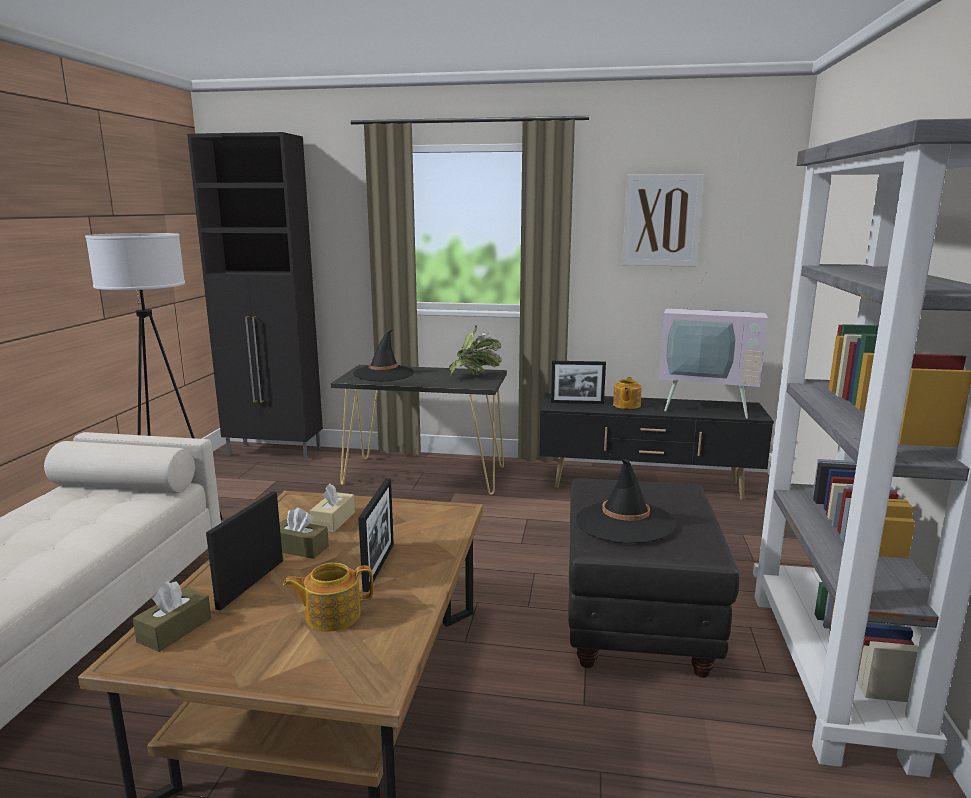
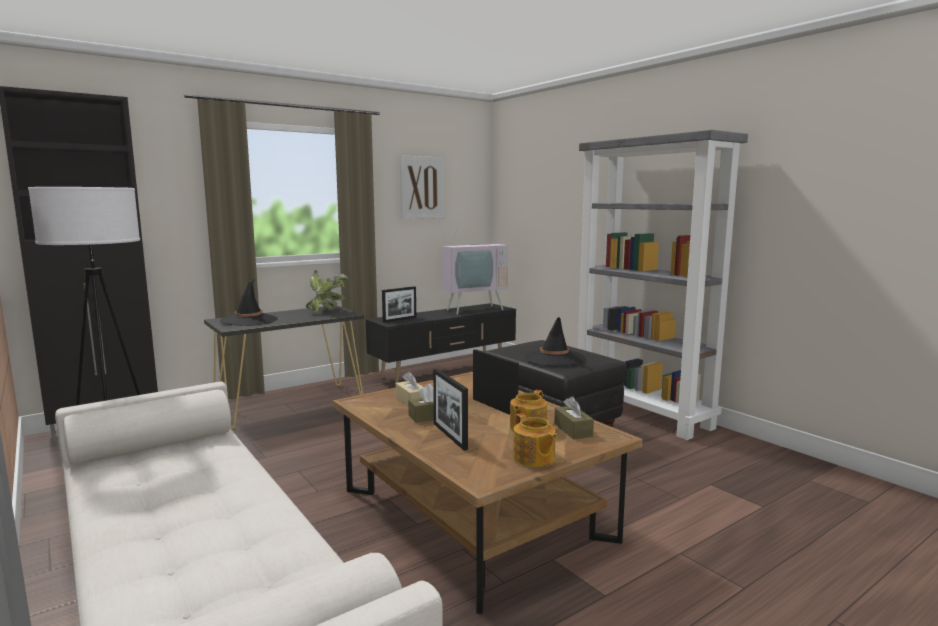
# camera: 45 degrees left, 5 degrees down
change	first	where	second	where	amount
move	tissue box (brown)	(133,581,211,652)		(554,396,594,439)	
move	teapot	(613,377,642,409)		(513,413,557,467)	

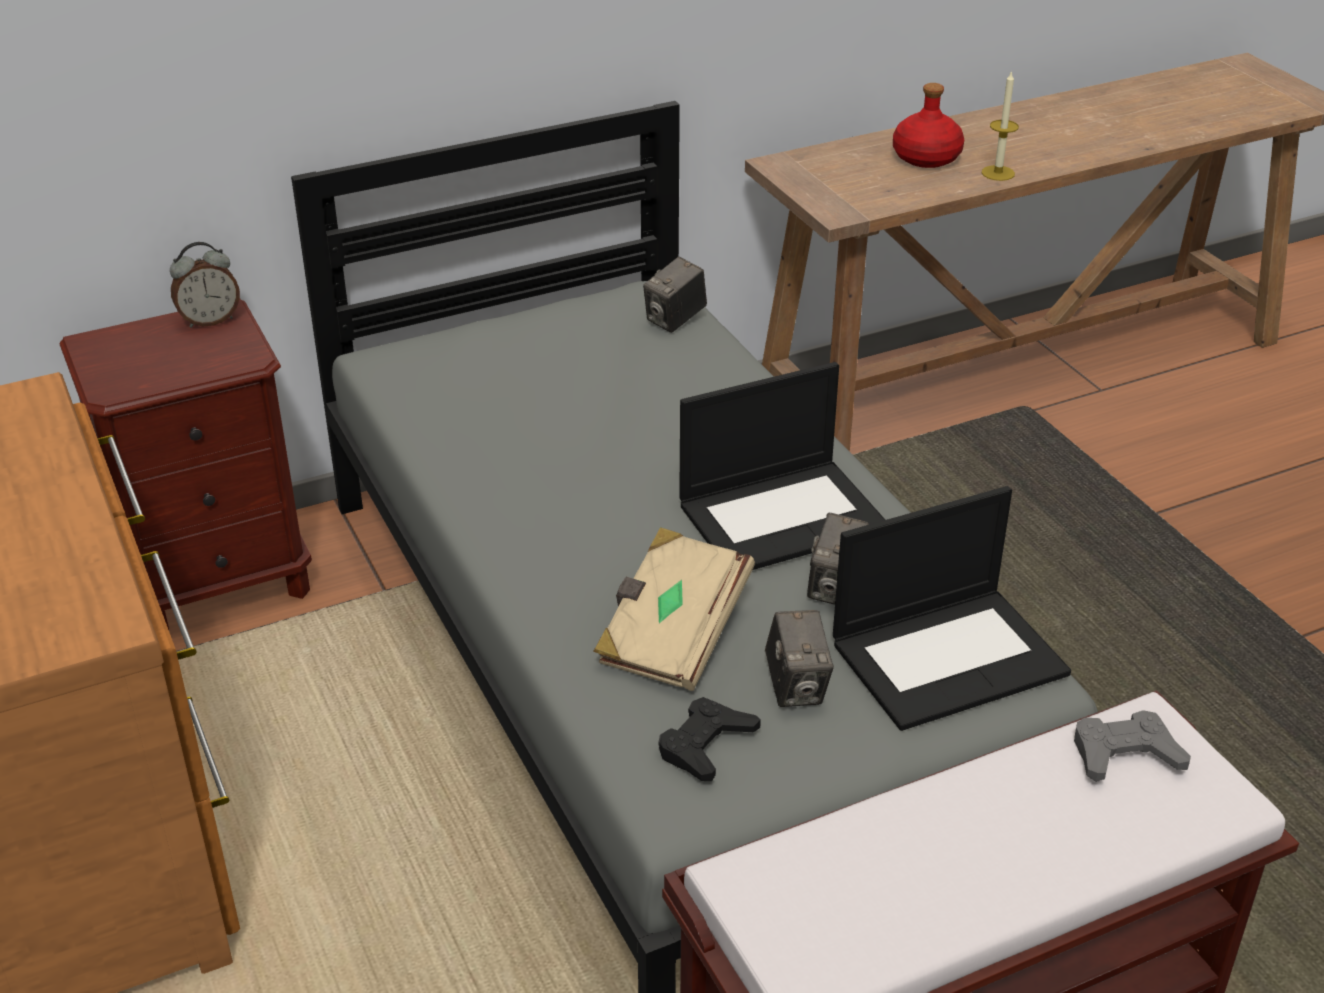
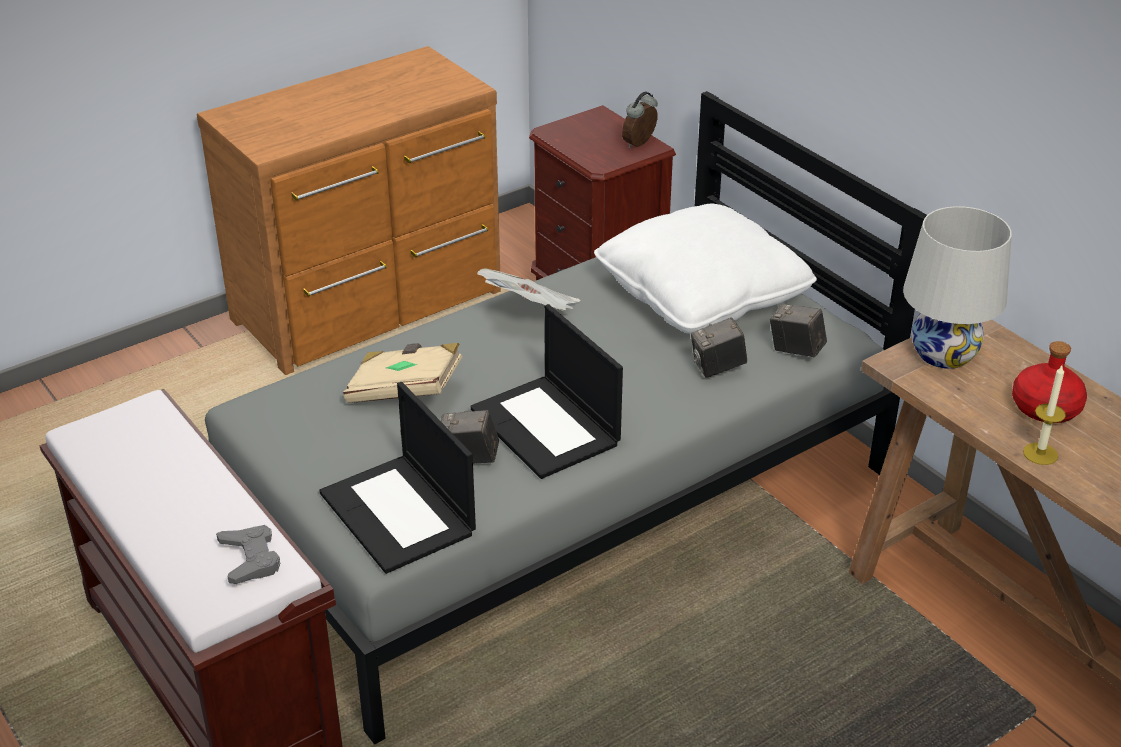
# camera: 80 degrees right, 0 degrees up
change	first	where	second	where	amount
rotate	alarm clock	(170,242,240,328)		(622,92,658,148)	75 degrees clockwise
delete	game controller (black)	(658,697,761,781)			
move	still camera	(765,610,834,707)		(691,317,747,378)	
insert			newspaper	(477,268,580,311)	
insert			pillow (white-coloured)	(594,204,817,334)	
insert			table lamp (white-coloured)	(903,206,1012,369)	

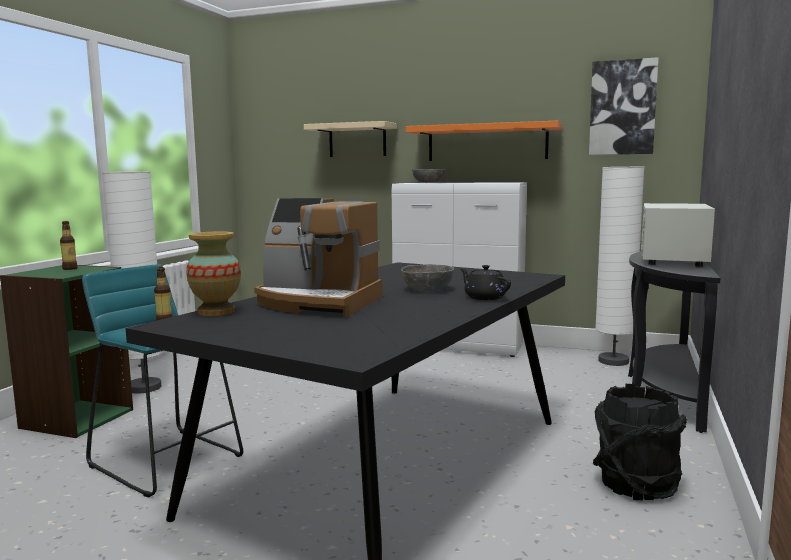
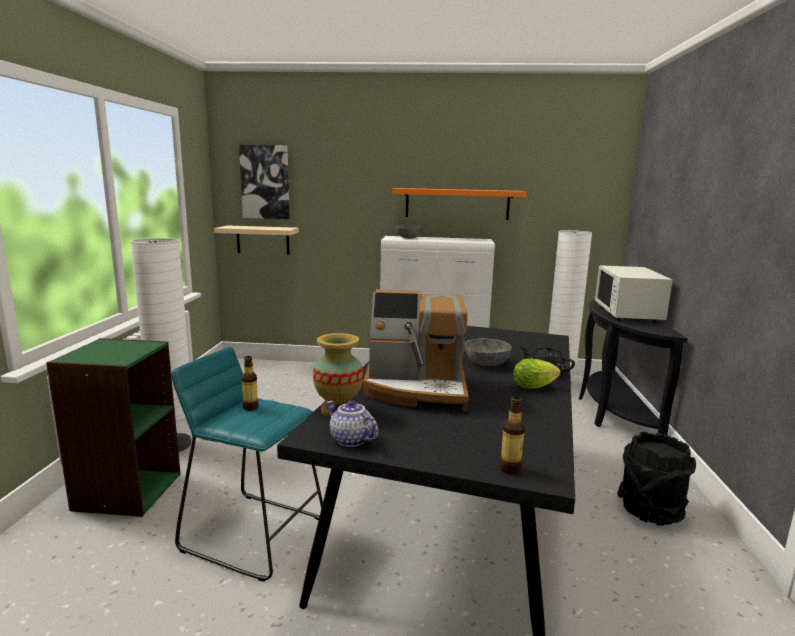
# camera: 15 degrees left, 5 degrees up
change	first	where	second	where	amount
move	bottle	(60,221,77,270)		(500,396,525,474)	
move	shelf (beige)	(304,121,397,157)		(214,226,299,255)	
move	wall picture	(589,57,659,155)		(239,145,290,219)	
insert			teapot	(327,400,378,447)	
insert			lettuce	(513,359,561,389)	

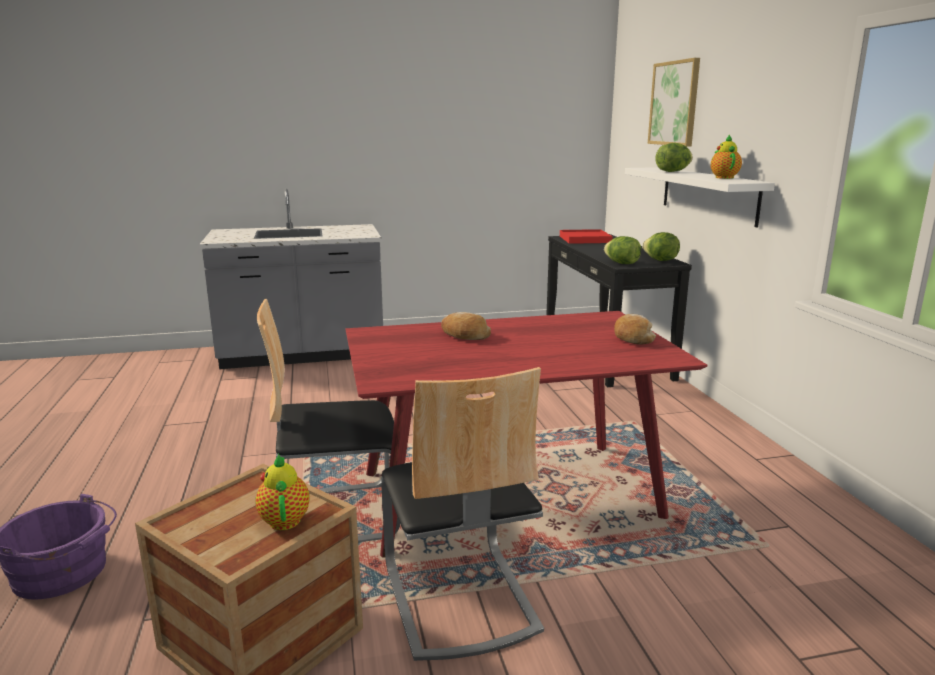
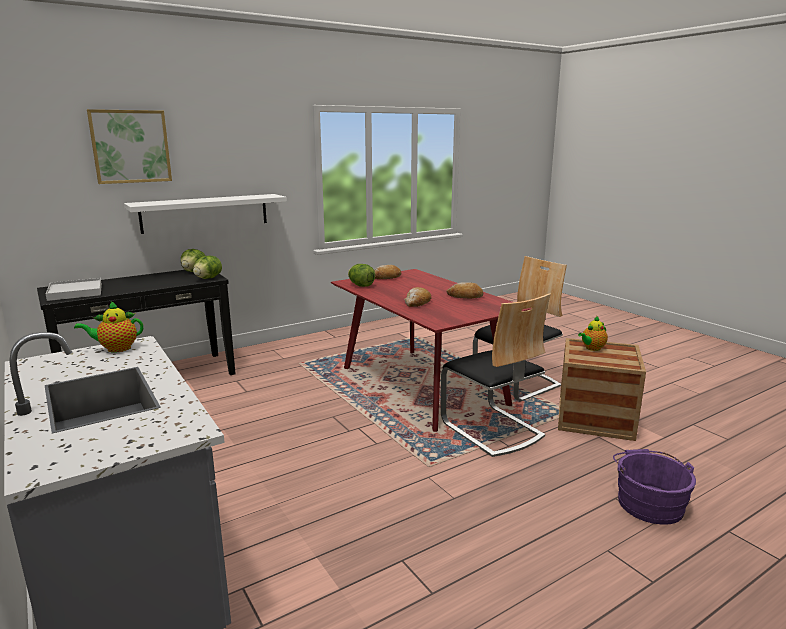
# camera: 110 degrees left, 0 degrees up
change	first	where	second	where	amount
recolor	carrying tray (red-coloured)	(560,229,613,244)	carrying tray (white-coloured)	(46,278,102,301)	
move	lettuce	(655,143,693,172)		(348,264,375,287)	
move	teapot	(711,135,742,179)		(74,301,143,352)	
insert			baked bread	(446,282,483,299)	

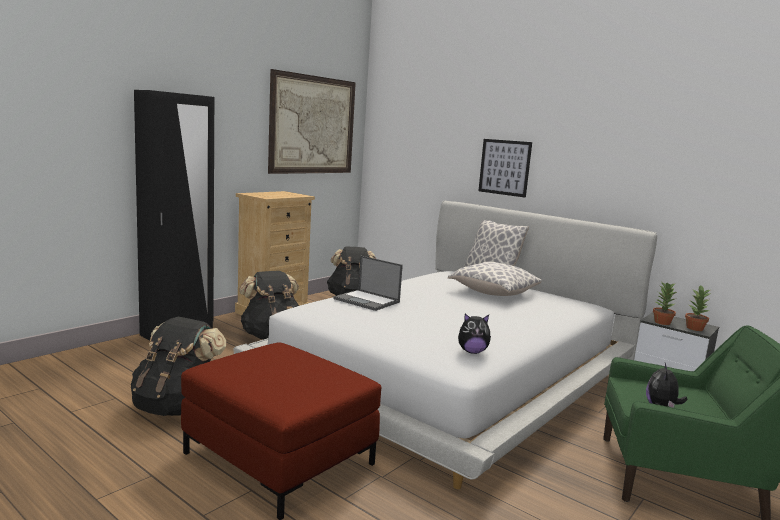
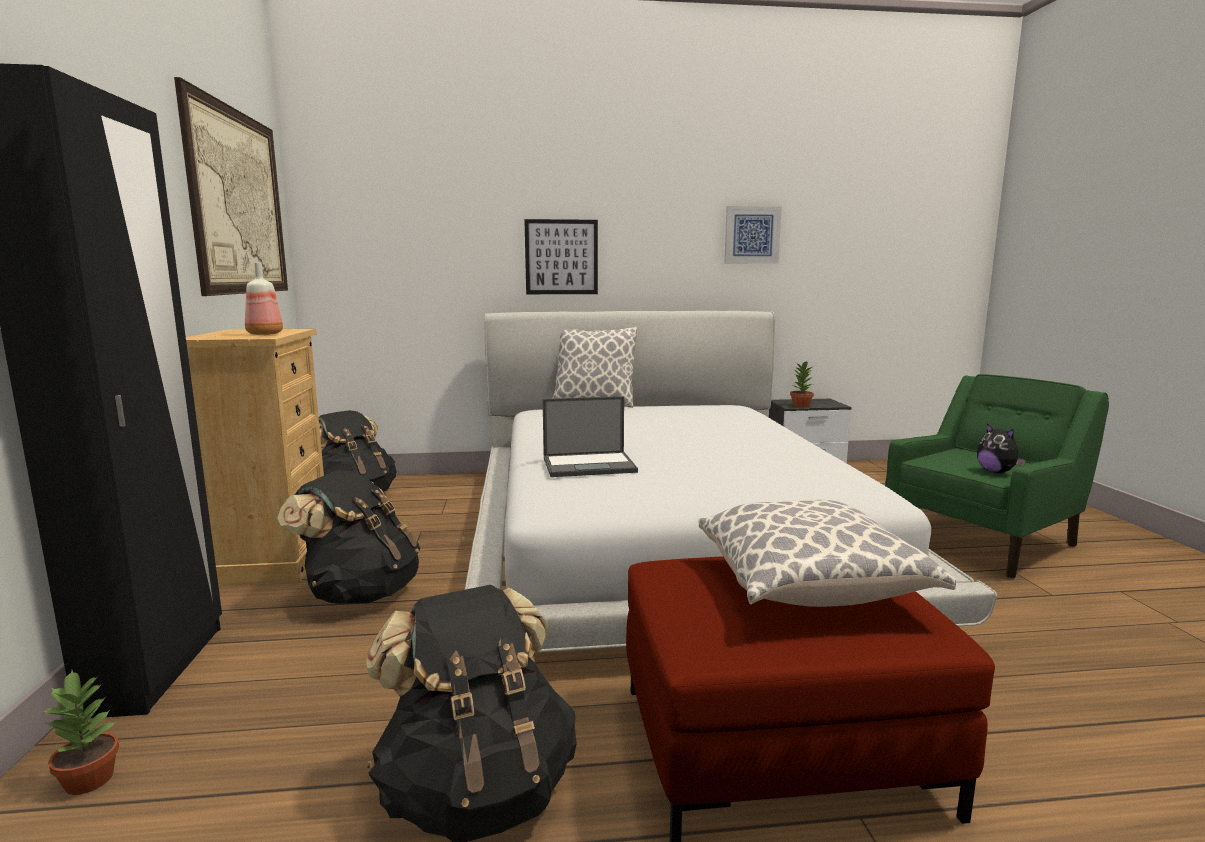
# camera: 45 degrees left, 0 degrees up
change	first	where	second	where	amount
move	pillow	(448,261,541,296)		(699,500,956,607)	
delete	cuddly toy	(458,313,491,354)			
move	houseplant	(685,286,711,331)		(40,670,119,795)	
insert			bottle	(245,262,283,335)	
insert			wall picture	(724,206,782,263)	

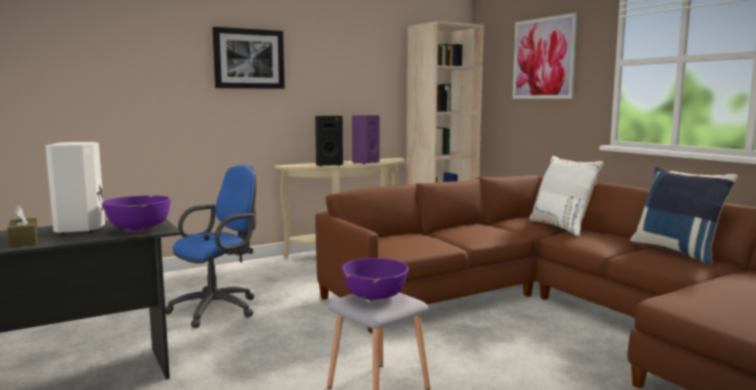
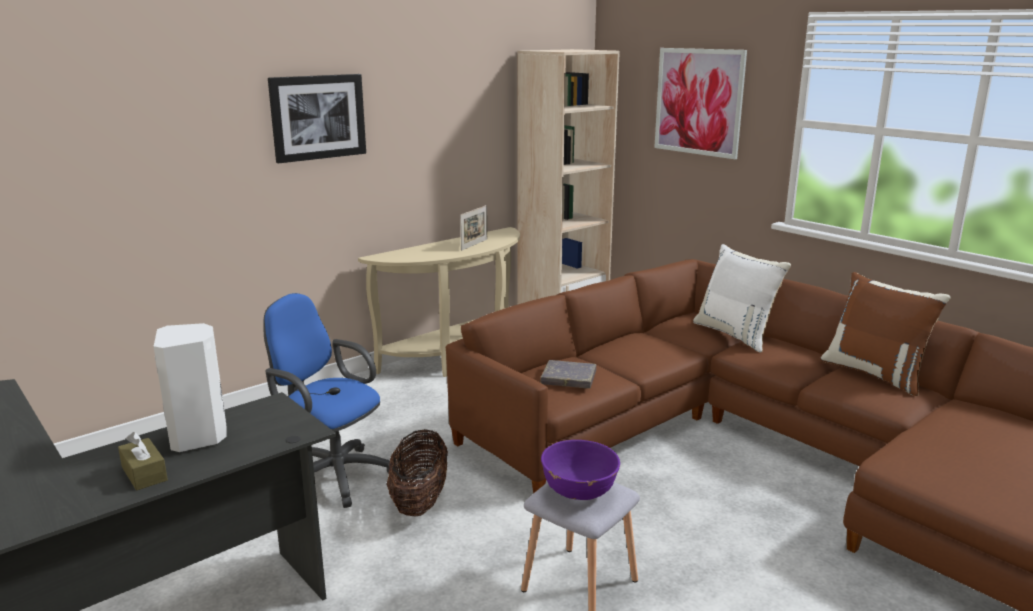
# camera: 10 degrees left, 10 degrees up
change	first	where	second	where	amount
delete	serving bowl (purple)	(102,195,171,232)			
rotate	desk chair (bluish)	(165,165,257,328)		(263,293,395,508)	90 degrees counterclockwise
delete	speaker (black)	(315,116,343,167)			
replace	speaker (purple)	(352,115,379,164)	photo frame	(460,205,487,251)	
recolor	pillow (bluish)	(630,167,738,265)	pillow (brown)	(820,272,951,396)	
insert			household basket	(386,429,448,516)	
insert			book (gray)	(540,360,596,389)	

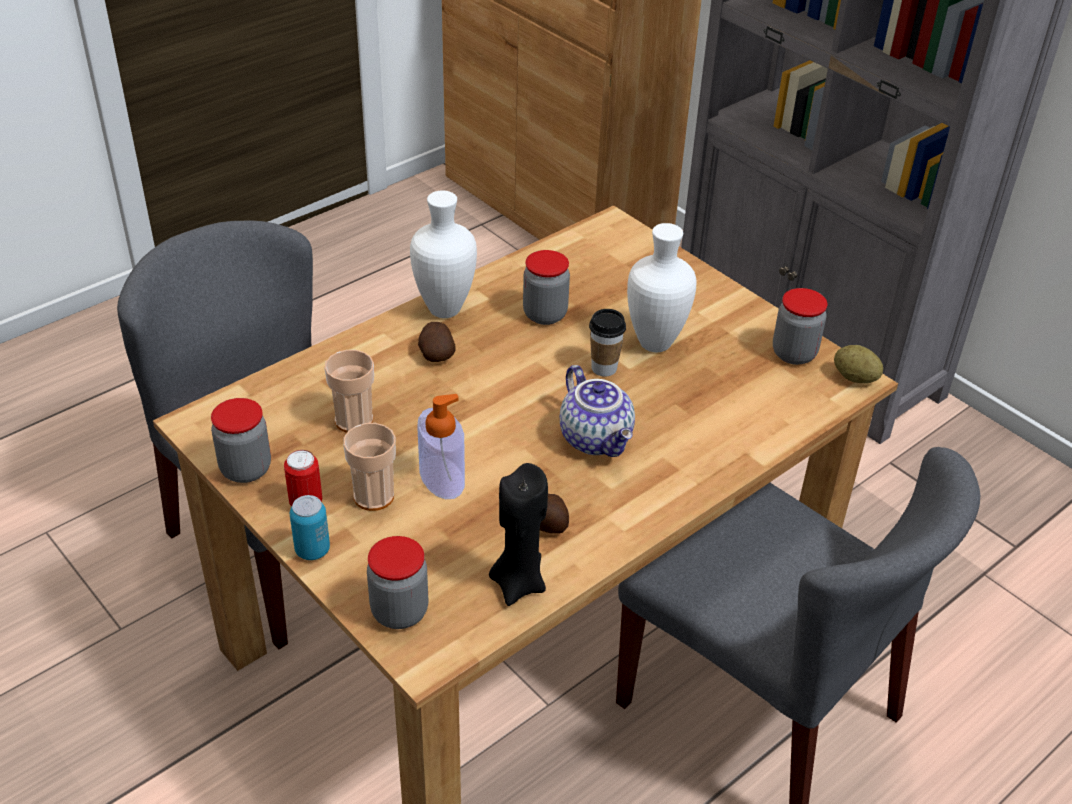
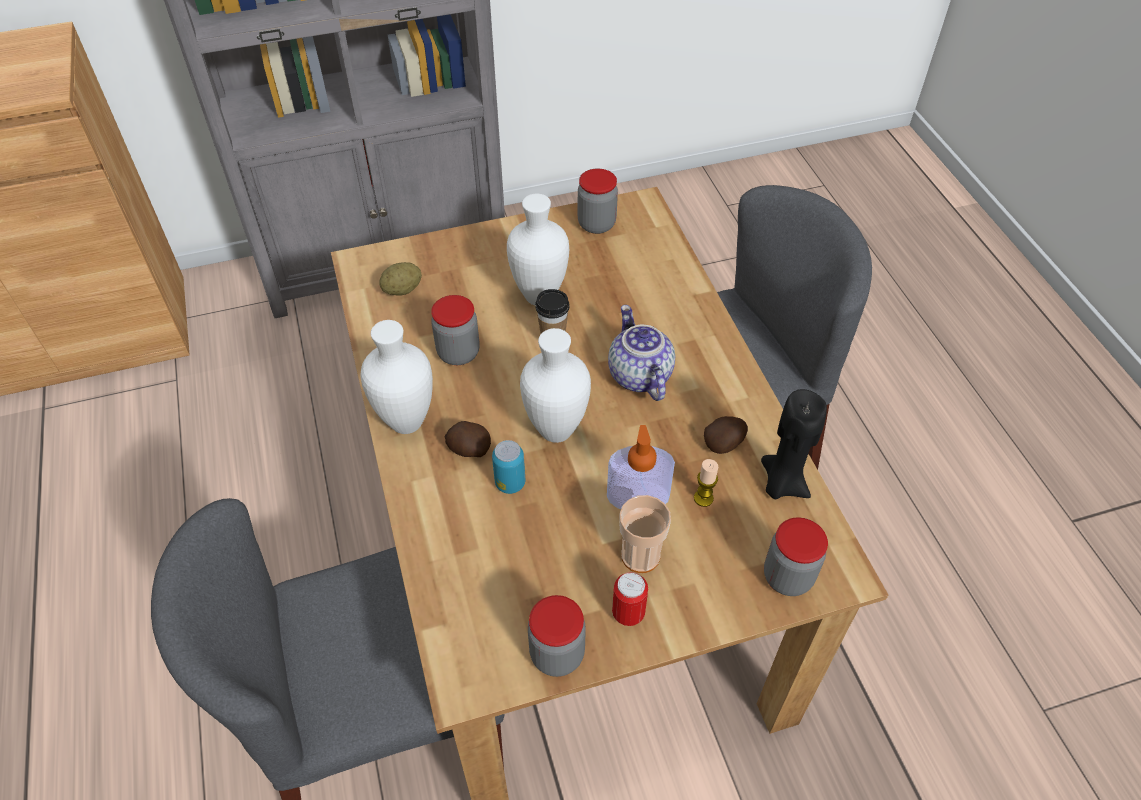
# camera: 65 degrees left, 10 degrees up
change	first	where	second	where	amount
move	sealed can	(290,495,330,560)		(492,440,525,494)	
delete	cup	(325,350,374,433)			
rotate	teapot	(560,365,635,457)		(608,305,675,401)	105 degrees counterclockwise
move	whole potato	(834,345,883,383)		(379,262,422,296)	
insert			flower vase (white-coloured)	(520,328,591,443)	
insert			wax candle	(694,459,718,507)	

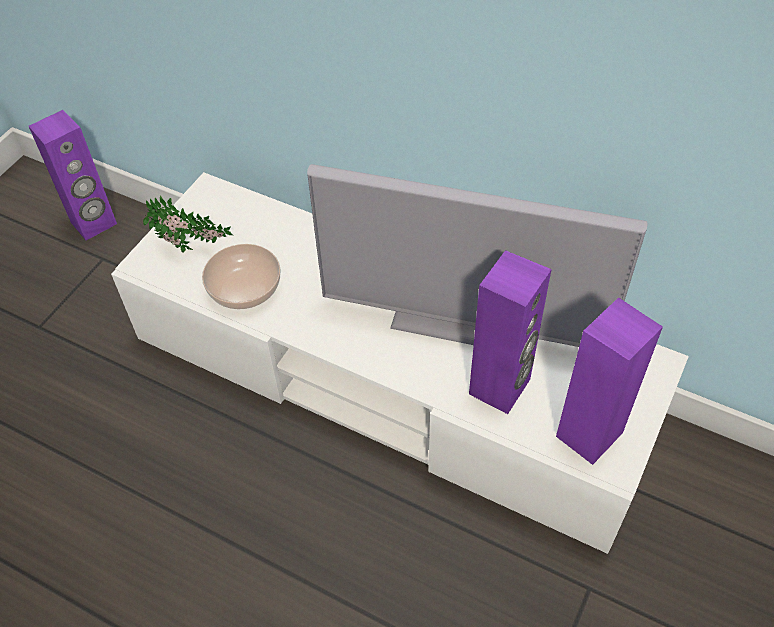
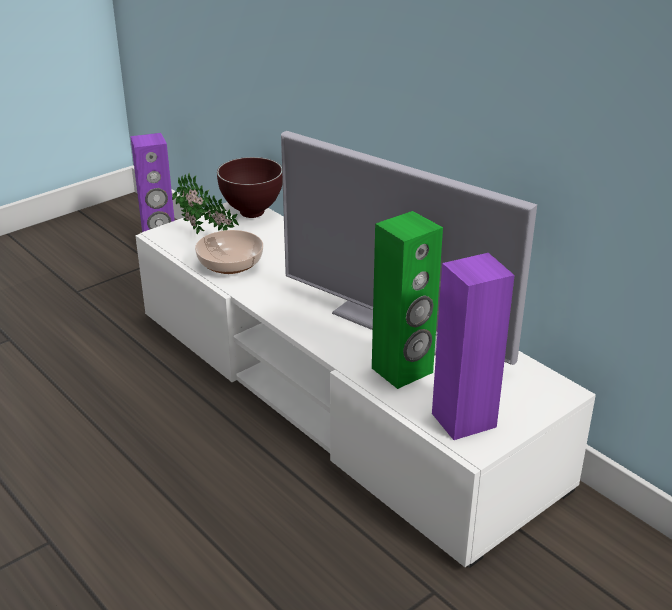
# camera: 20 degrees right, 20 degrees down
change	first	where	second	where	amount
recolor	speaker (purple)	(469,250,552,414)	speaker (greenish)	(372,211,443,389)	
insert			serving bowl (brown)	(217,157,283,218)	

